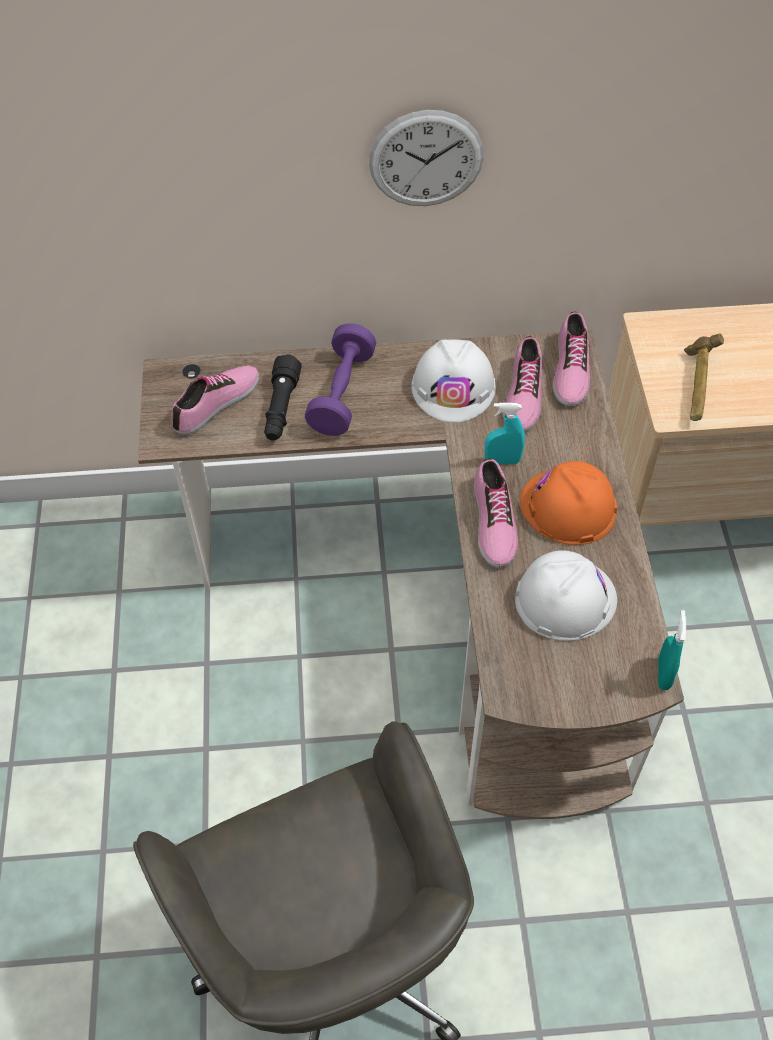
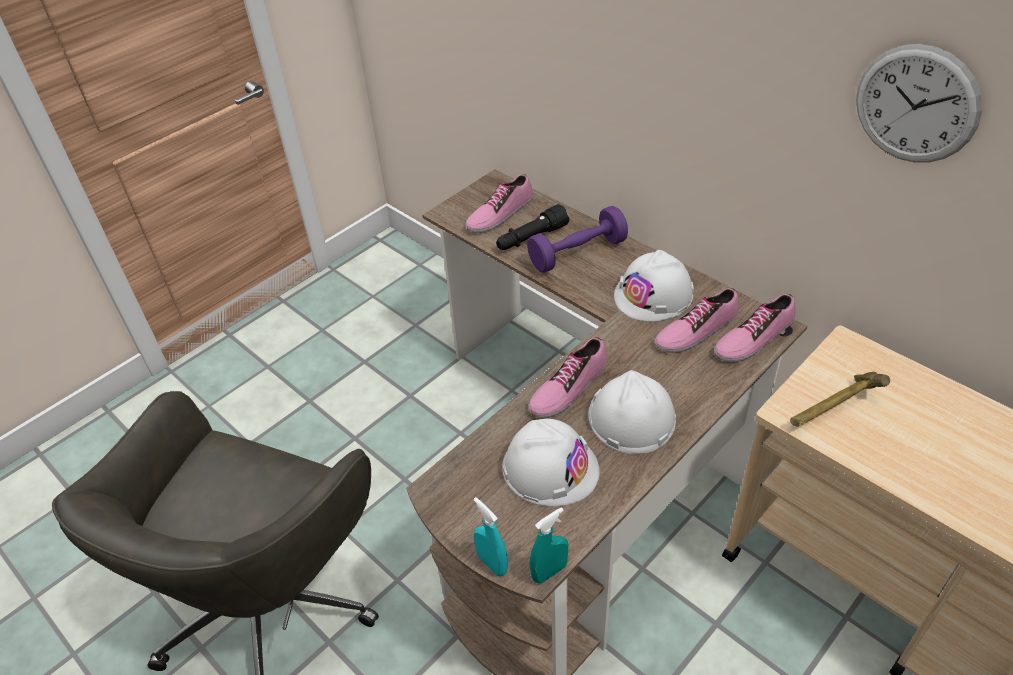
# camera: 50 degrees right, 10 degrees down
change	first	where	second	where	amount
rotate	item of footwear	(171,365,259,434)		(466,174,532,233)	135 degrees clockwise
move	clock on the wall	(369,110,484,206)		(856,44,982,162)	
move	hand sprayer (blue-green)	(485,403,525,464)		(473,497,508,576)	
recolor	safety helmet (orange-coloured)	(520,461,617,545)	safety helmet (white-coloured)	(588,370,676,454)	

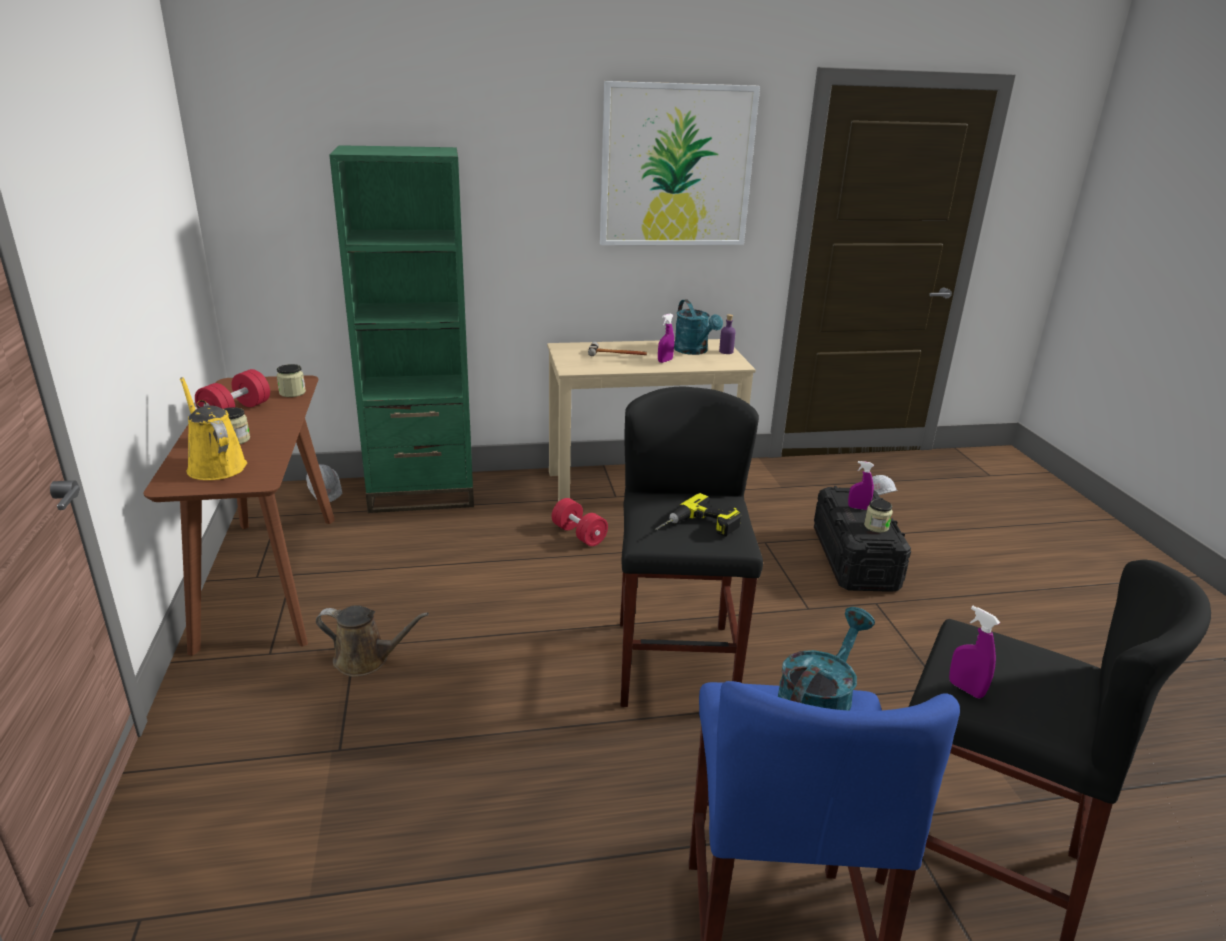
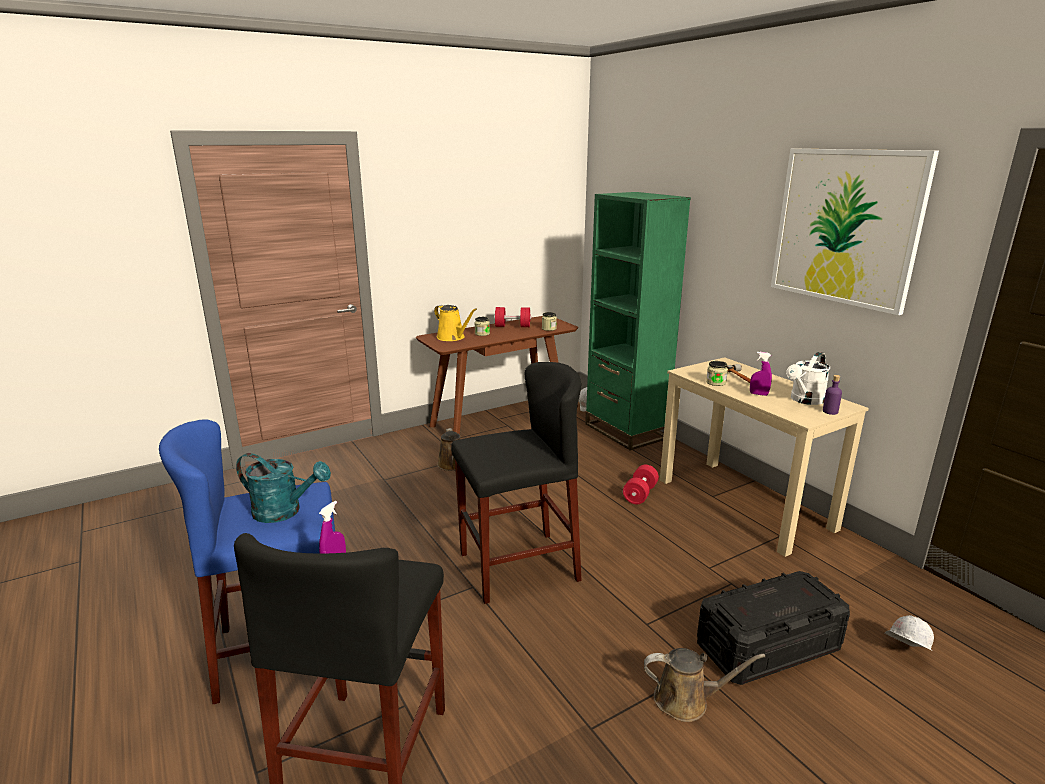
# camera: 70 degrees right, 5 degrees down
change	first	where	second	where	amount
rotate	sprinkling can (yellow)	(180,377,247,480)		(434,305,477,341)	105 degrees clockwise
delete	drill	(655,493,742,536)			
recolor	sprinkling can (blue-green)	(674,300,723,355)	sprinkling can (white-coloured)	(786,352,830,405)	
delete	hand sprayer (purple)	(848,461,874,510)			
move	jar	(864,499,893,533)		(706,361,728,386)	
insert			sprinkling can (brown)	(644,648,765,722)	

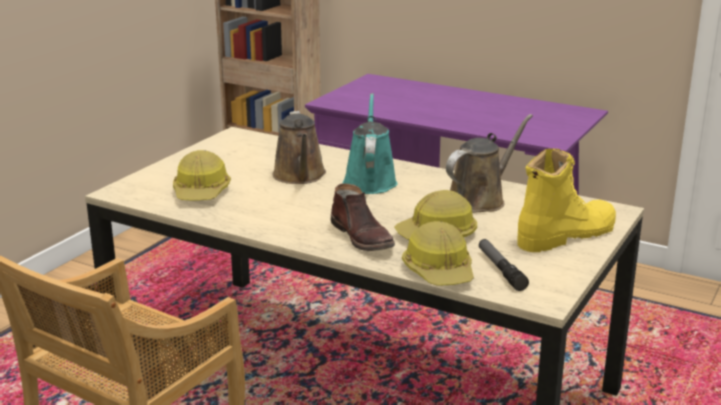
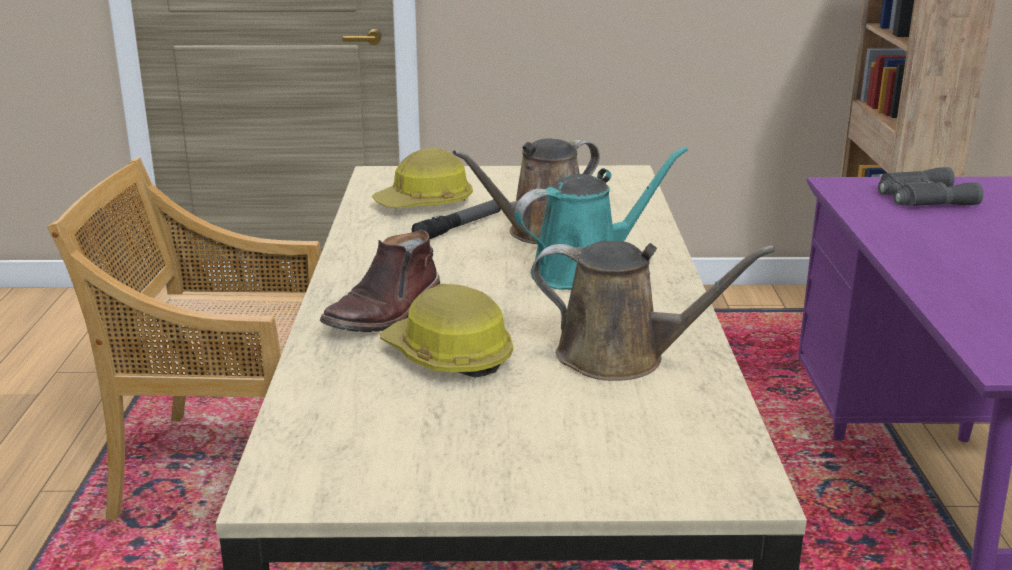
# camera: 60 degrees right, 0 degrees up
change	first	where	second	where	amount
delete	safety helmet	(402,221,474,286)			
move	flashlight	(479,239,529,291)		(412,199,501,239)	
delete	boot (yellow)	(517,149,616,252)			
insert			field glasses (gray)	(878,167,983,206)	

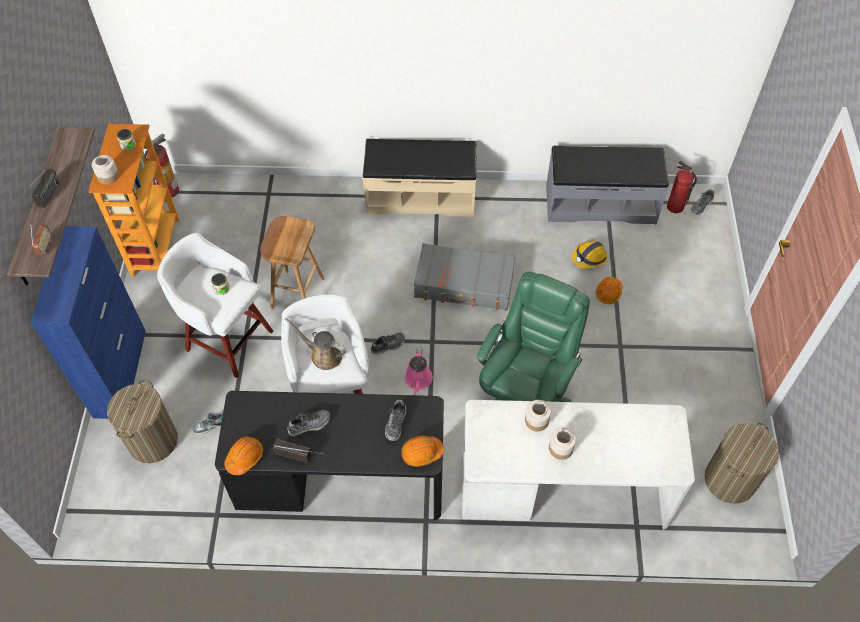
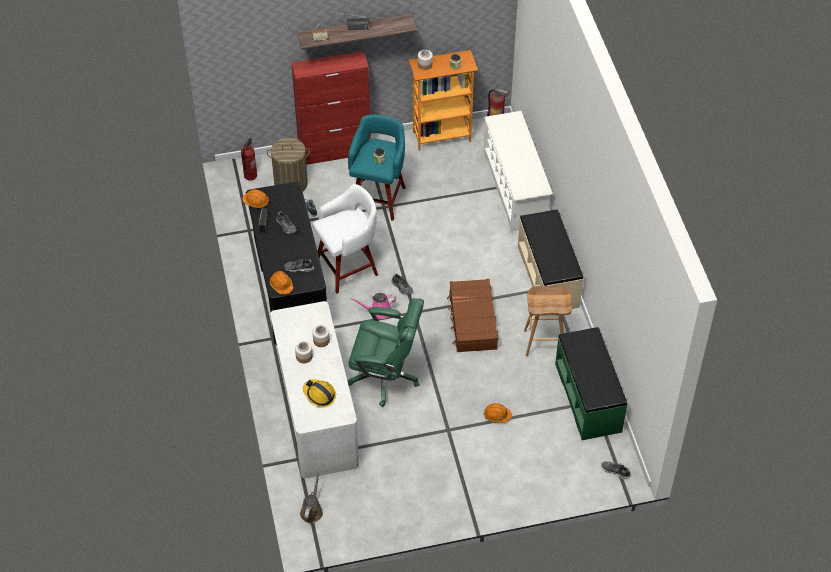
# camera: 75 degrees right, 5 degrees down
change	first	where	second	where	amount
recolor	storage cabinet (bluish)	(30,226,146,419)	storage cabinet (red-coloured)	(291,51,371,165)	
recolor	stool (white-coloured)	(157,233,273,378)	stool (blue-green)	(348,115,406,221)	
move	stool (brown)	(260,216,324,310)		(524,286,572,356)	
move	sprinkling can (brown)	(285,318,346,370)		(300,471,323,523)	
recolor	suitcase (gray)	(414,243,515,311)	suitcase (brown)	(447,279,498,352)	
recolor	bench (gray)	(546,146,669,224)	bench (greenish)	(555,327,627,440)	
move	safety helmet	(571,241,608,269)		(303,379,336,408)	
move	fire extinguisher	(667,161,697,213)		(241,138,257,181)	
delete	washing basket	(705,423,779,504)			
insert			shoe shelf (white-coloured)	(483,111,553,233)	

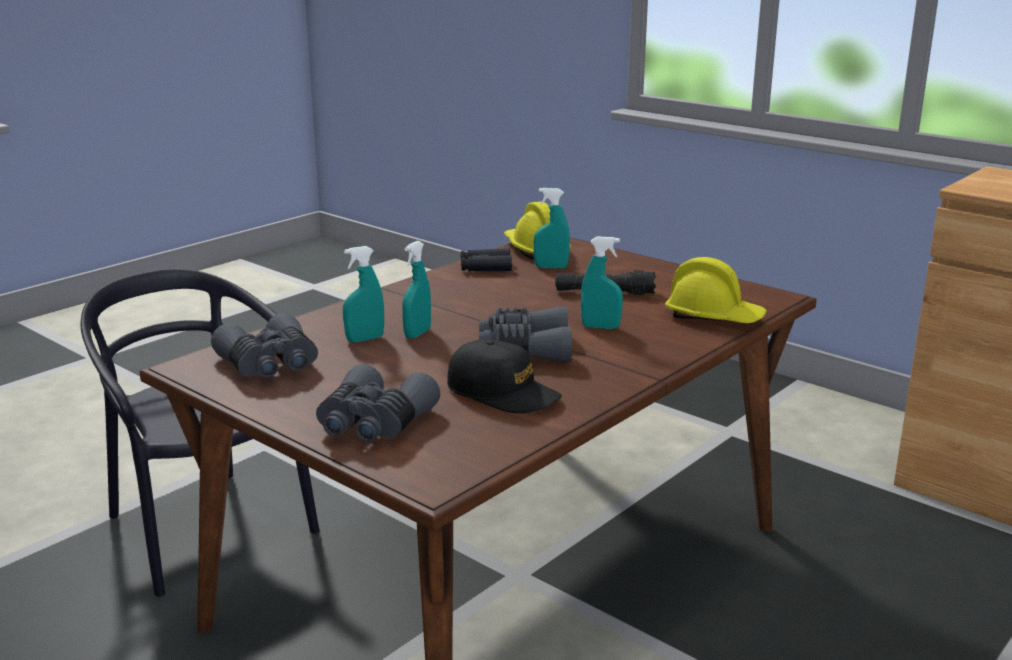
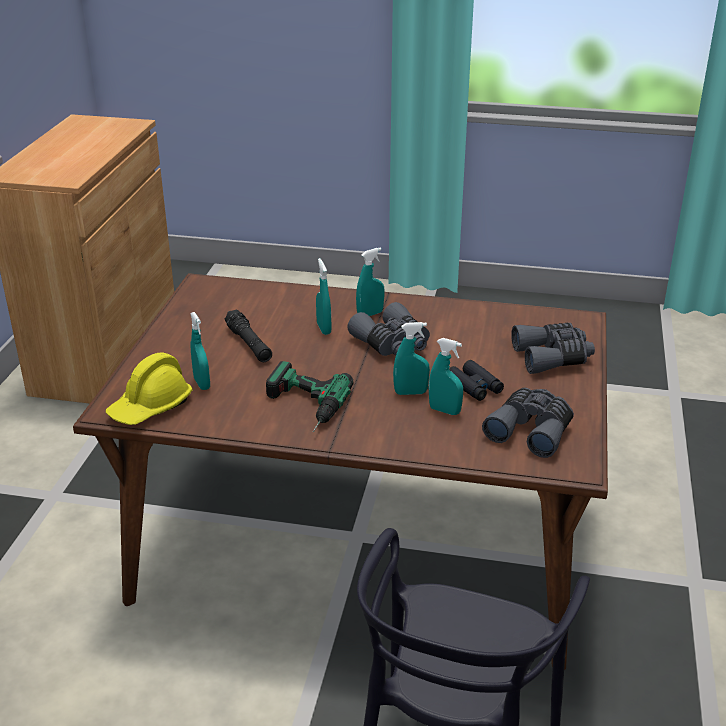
# camera: 120 degrees left, 10 degrees up
change	first	where	second	where	amount
delete	baseball cap (black)	(447,339,562,413)			
move	field glasses (black)	(461,248,512,271)		(449,360,504,401)	
delete	safety helmet (yellow)	(665,257,767,323)			
insert			drill	(266,361,353,432)	
insert			hand sprayer (blue-green)	(356,247,385,316)	

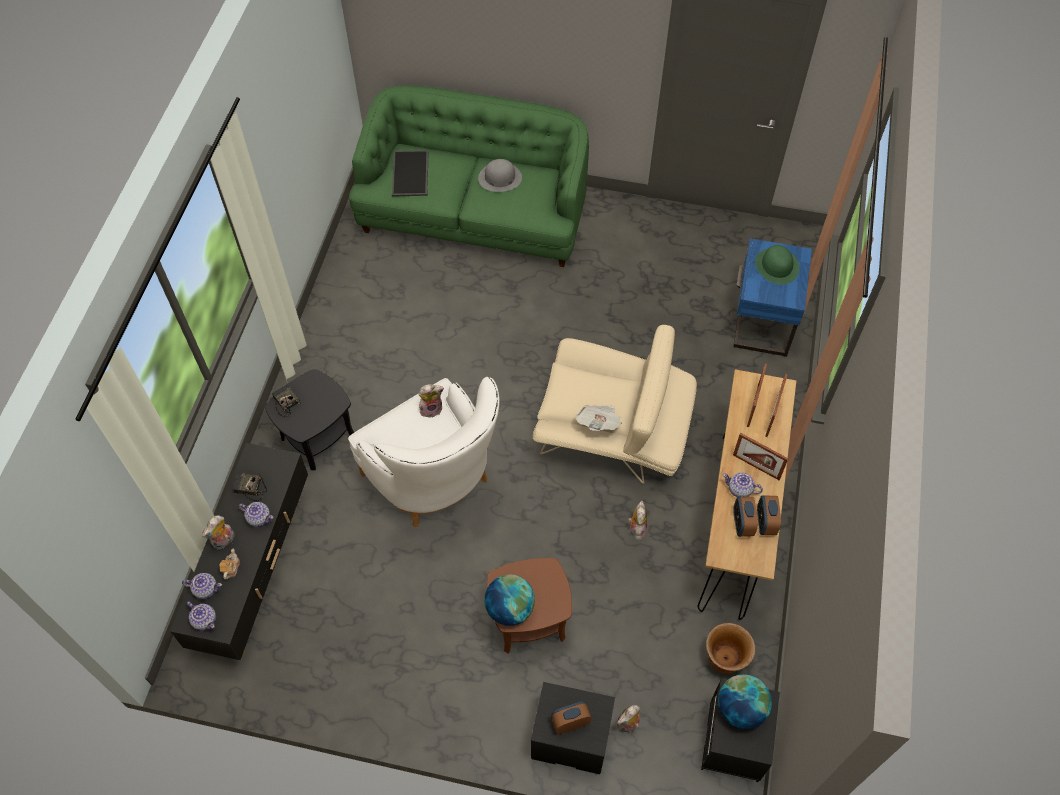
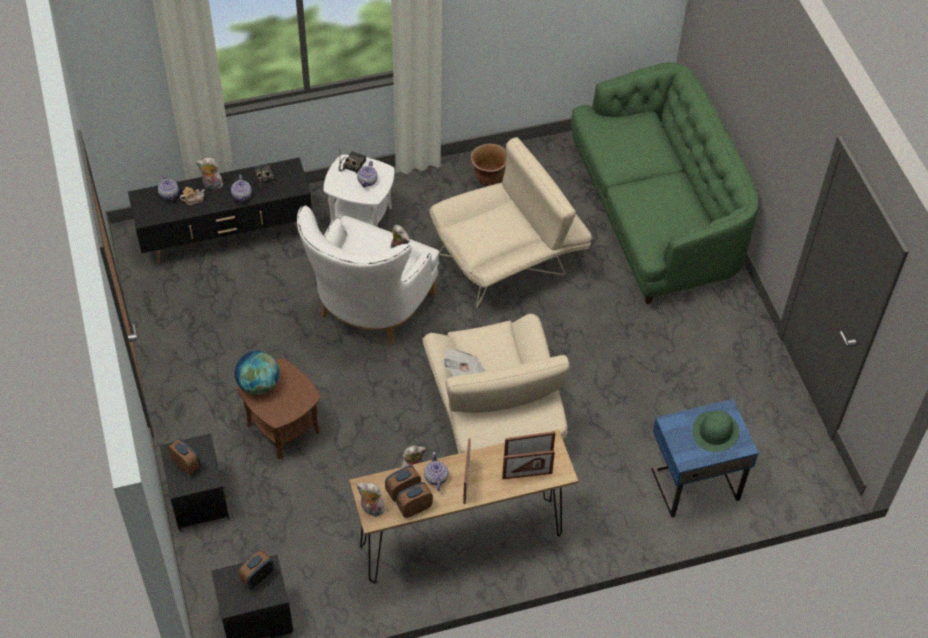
# camera: 60 degrees right, 5 degrees down
change	first	where	second	where	amount
move	teapot	(187,601,216,630)		(357,161,378,187)	
recolor	end table (black)	(265,369,354,470)	end table (white-coloured)	(324,155,395,227)	
delete	carrying tray	(392,150,429,197)			
delete	hat (gray)	(478,159,522,192)			
move	cuddly toy	(617,705,640,733)		(357,483,387,518)	
move	plant pot (brown)	(706,623,755,673)		(470,143,507,186)	
replace	globe	(718,674,772,729)	alarm clock	(239,551,274,590)	
insert			lounge chair (beige)	(429,137,592,308)	

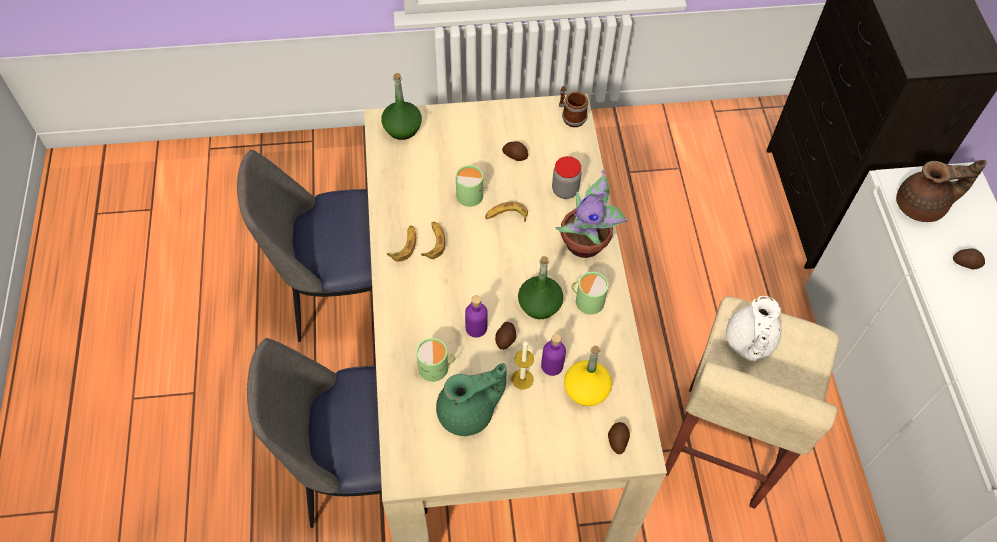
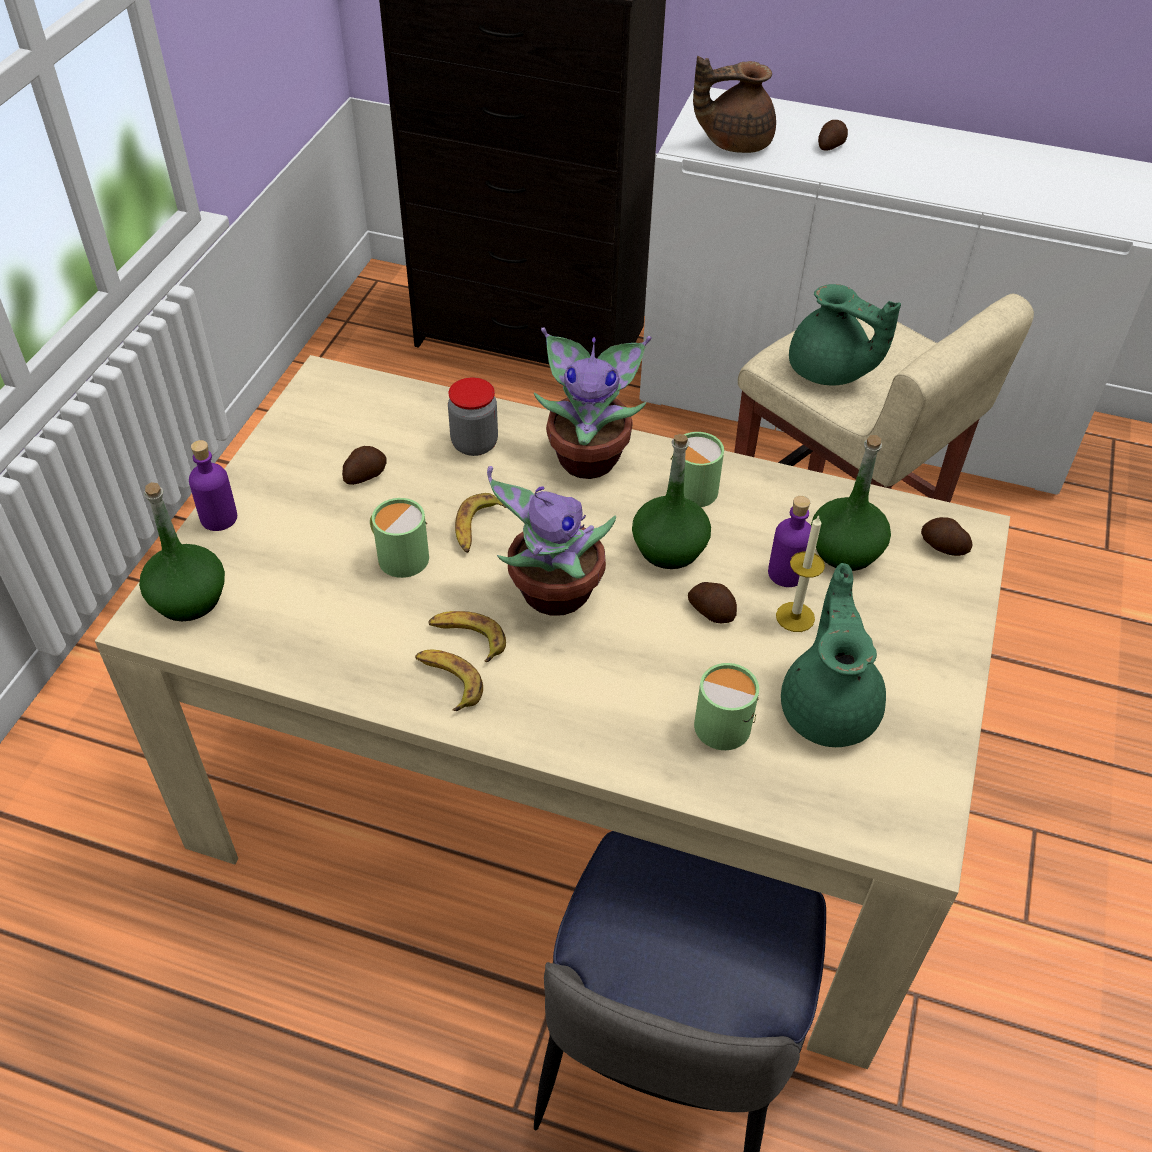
# camera: 65 degrees left, 10 degrees down
change	first	where	second	where	amount
delete	plain chair	(237,150,372,342)			
move	bottle (purple)	(465,295,488,338)		(189,440,237,531)	
delete	coffee mug	(559,86,588,127)			
recolor	bottle (yellow)	(564,346,612,406)	bottle (greenish)	(811,435,891,571)	
recolor	teapot (white-coloured)	(726,296,782,361)	teapot (greenish)	(789,284,901,386)	
rotate	teapot (brown)	(896,160,987,222)		(693,56,776,153)	120 degrees counterclockwise
insert			houseplant	(487,466,616,616)	

